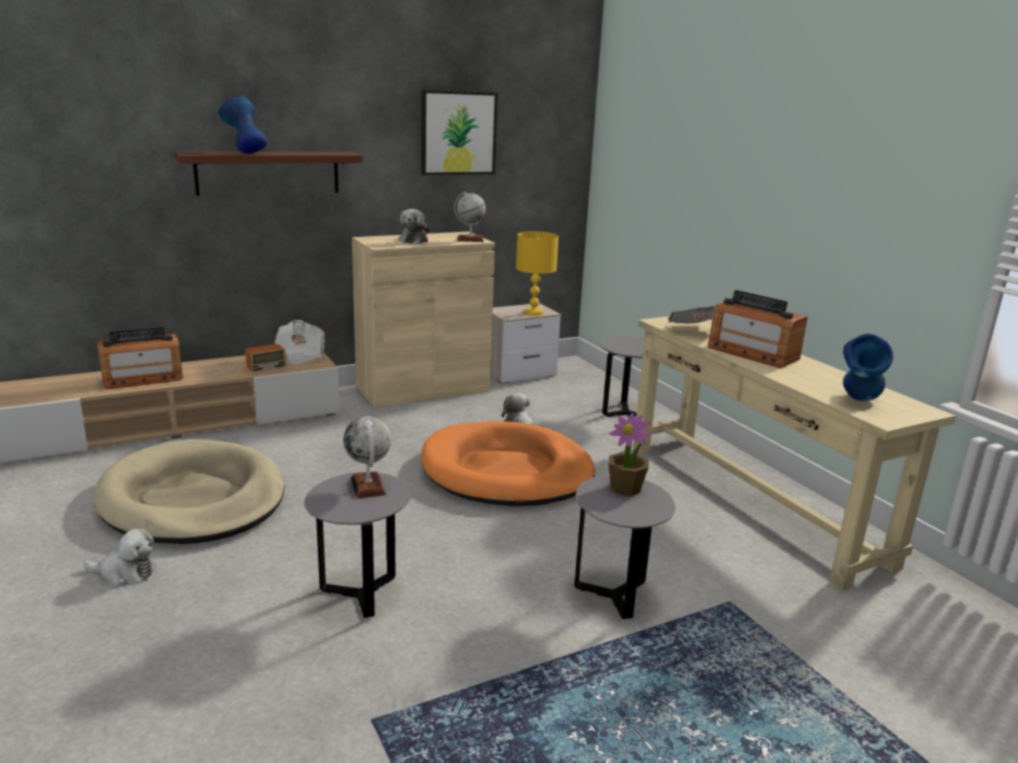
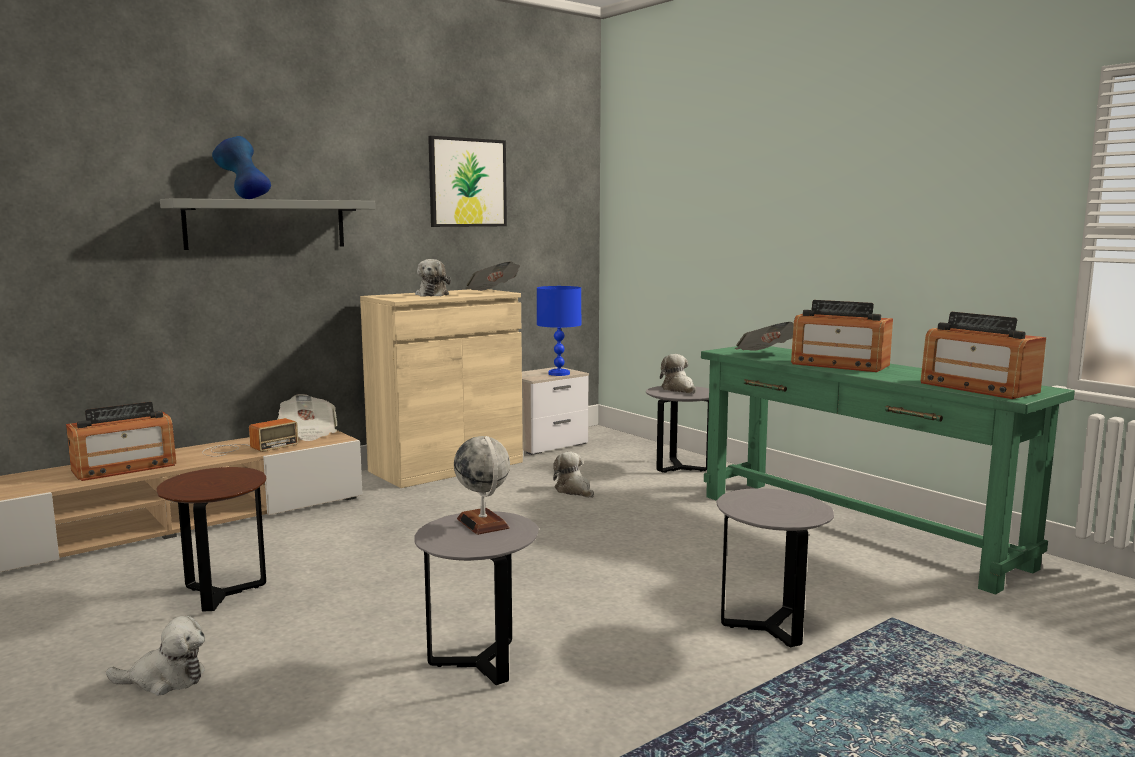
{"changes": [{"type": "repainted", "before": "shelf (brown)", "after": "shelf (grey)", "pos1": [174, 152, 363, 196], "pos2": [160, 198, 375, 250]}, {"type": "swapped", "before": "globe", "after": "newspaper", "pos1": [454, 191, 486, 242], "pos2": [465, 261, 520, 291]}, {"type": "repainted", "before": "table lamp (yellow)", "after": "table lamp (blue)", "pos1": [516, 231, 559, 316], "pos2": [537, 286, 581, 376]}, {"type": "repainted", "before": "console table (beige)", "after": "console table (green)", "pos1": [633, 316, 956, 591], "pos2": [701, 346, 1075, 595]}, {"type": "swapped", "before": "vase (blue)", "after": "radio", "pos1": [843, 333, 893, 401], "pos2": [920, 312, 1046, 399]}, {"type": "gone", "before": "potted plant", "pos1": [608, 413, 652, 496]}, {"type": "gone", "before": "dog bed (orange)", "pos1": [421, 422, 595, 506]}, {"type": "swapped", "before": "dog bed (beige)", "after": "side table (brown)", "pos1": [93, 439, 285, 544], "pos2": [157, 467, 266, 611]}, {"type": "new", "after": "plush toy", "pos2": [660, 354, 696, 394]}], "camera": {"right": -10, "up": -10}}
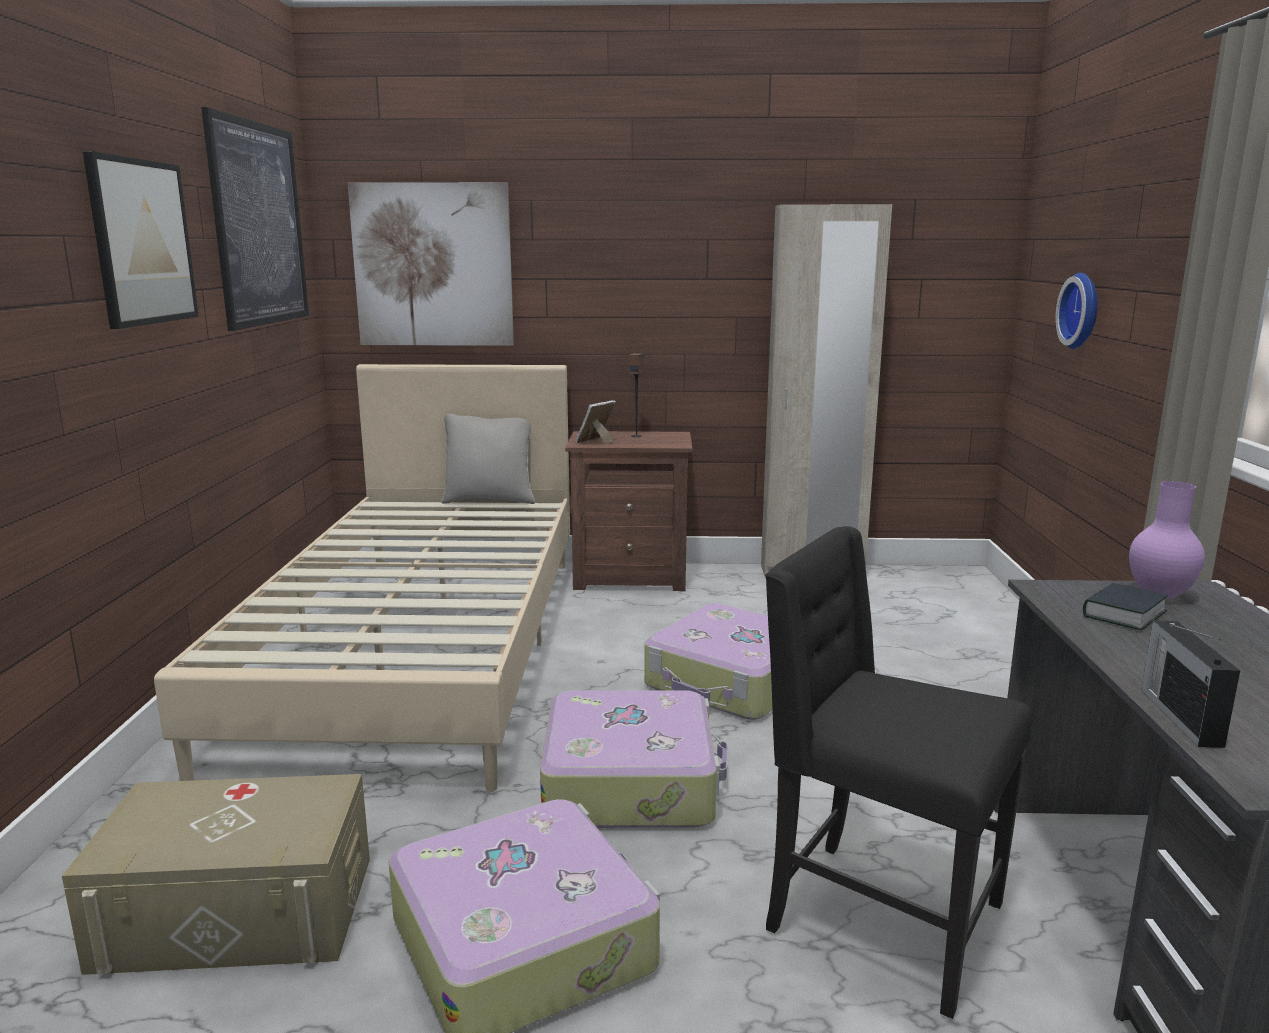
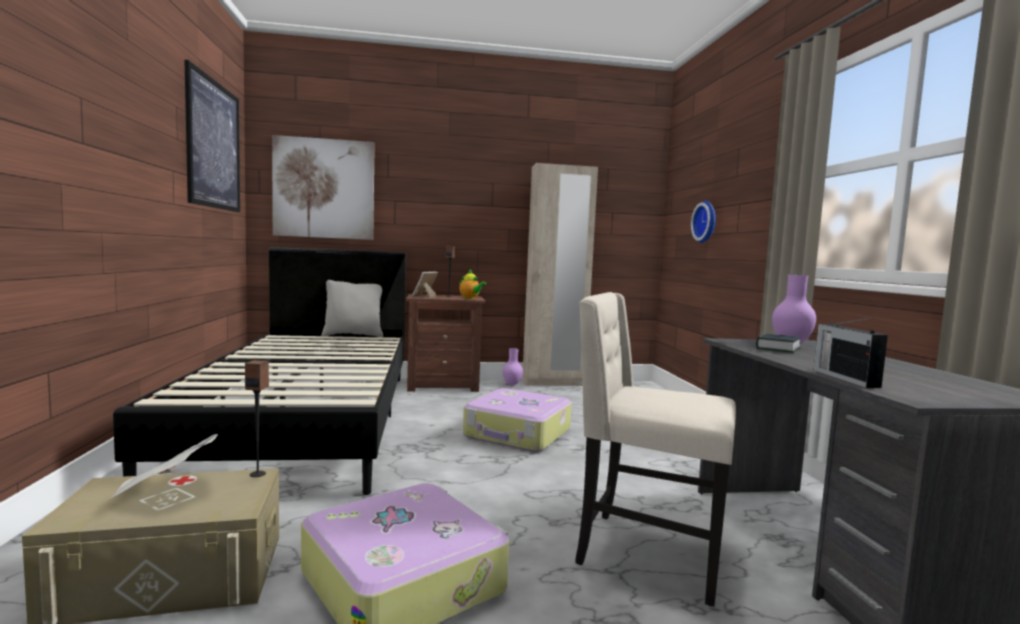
{"changes": [{"type": "gone", "before": "picture", "pos1": [83, 151, 199, 329]}, {"type": "repainted", "before": "bed (beige)", "after": "bed (black)", "pos1": [154, 364, 570, 792], "pos2": [113, 247, 406, 495]}, {"type": "repainted", "before": "chair (black)", "after": "chair (beige)", "pos1": [765, 526, 1032, 1019], "pos2": [575, 292, 736, 607]}, {"type": "gone", "before": "suitcase", "pos1": [540, 690, 727, 828]}, {"type": "new", "after": "teapot", "pos2": [459, 269, 486, 299]}, {"type": "new", "after": "vase (purple)", "pos2": [503, 348, 523, 385]}, {"type": "new", "after": "speaker", "pos2": [245, 360, 269, 477]}, {"type": "new", "after": "newspaper", "pos2": [106, 434, 218, 501]}], "camera": {"right": -10, "up": -10}}
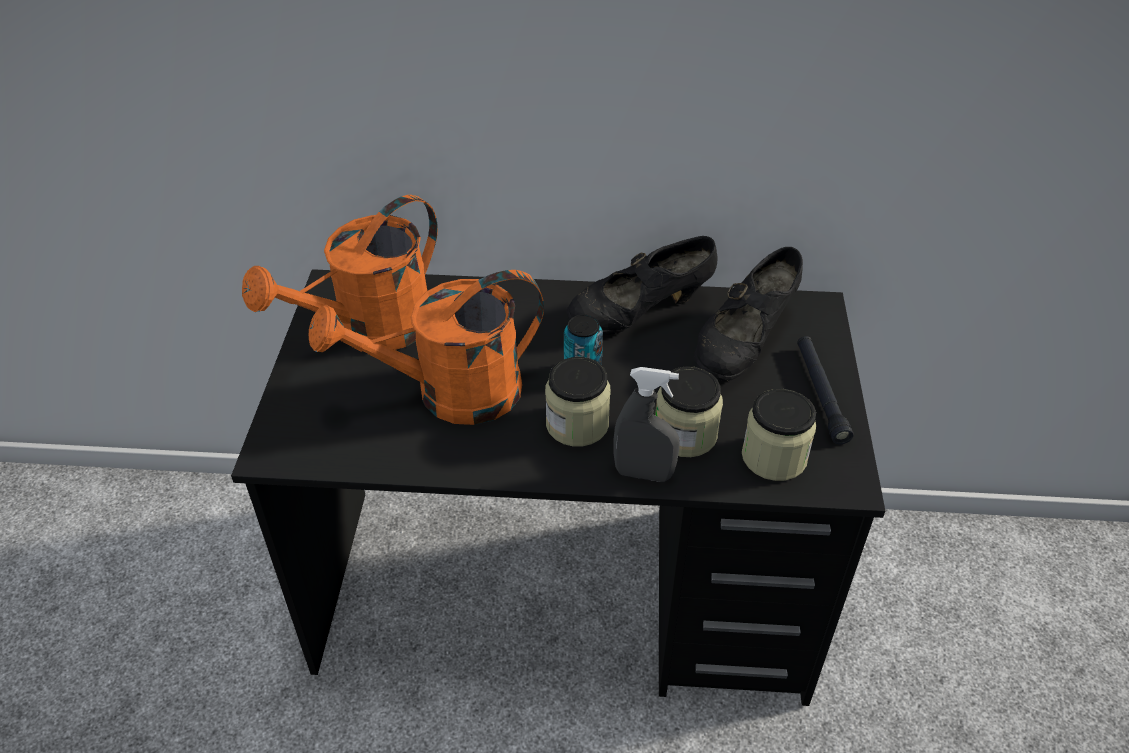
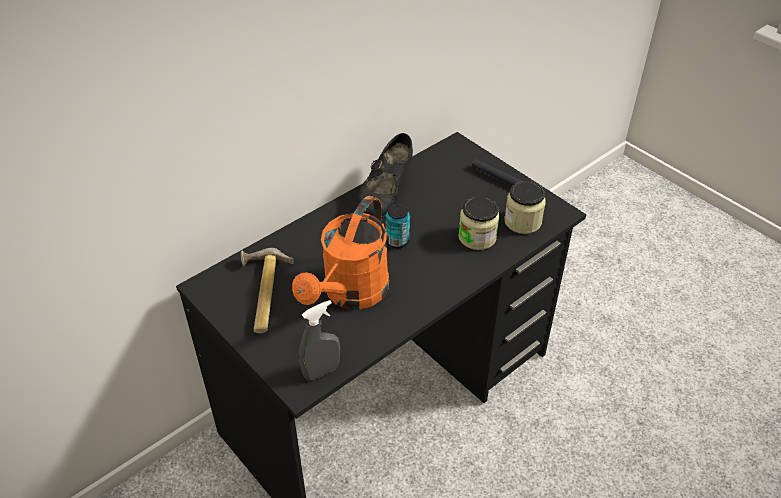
{"changes": [{"type": "swapped", "before": "watering can (orange)", "after": "hammer", "pos1": [242, 195, 438, 350], "pos2": [241, 248, 294, 334]}, {"type": "gone", "before": "shoe (black)", "pos1": [694, 247, 803, 381]}, {"type": "gone", "before": "jar", "pos1": [545, 357, 611, 446]}, {"type": "shifted", "before": "spray bottle (grey)", "pos1": [613, 367, 680, 482], "pos2": [299, 300, 340, 381]}], "camera": {"right": -45, "up": 0}}
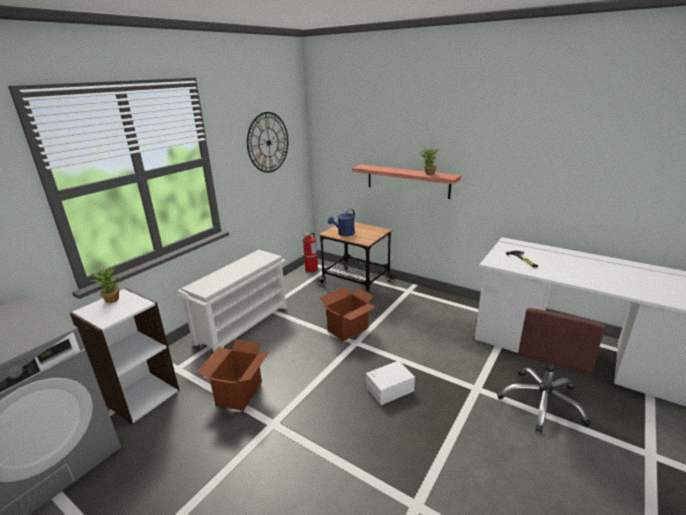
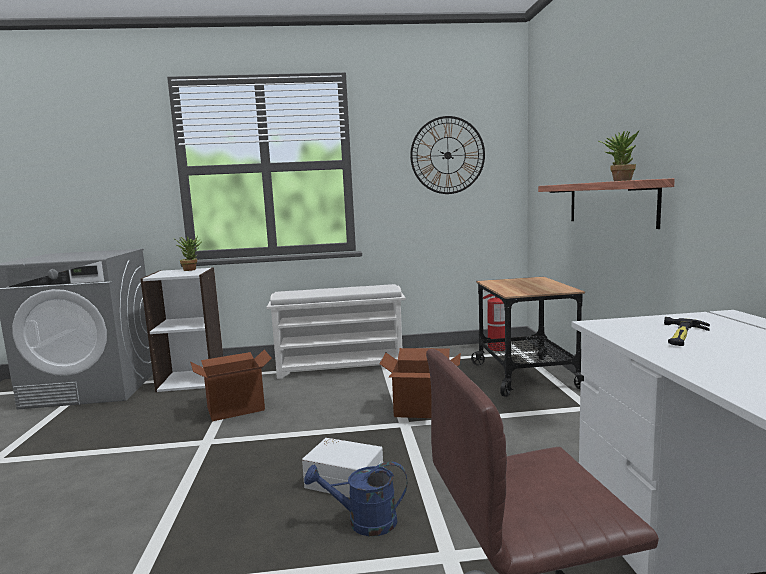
{"changes": [{"type": "shifted", "before": "watering can (blue)", "pos1": [328, 209, 355, 236], "pos2": [304, 462, 407, 536]}], "camera": {"right": 50, "up": -15}}
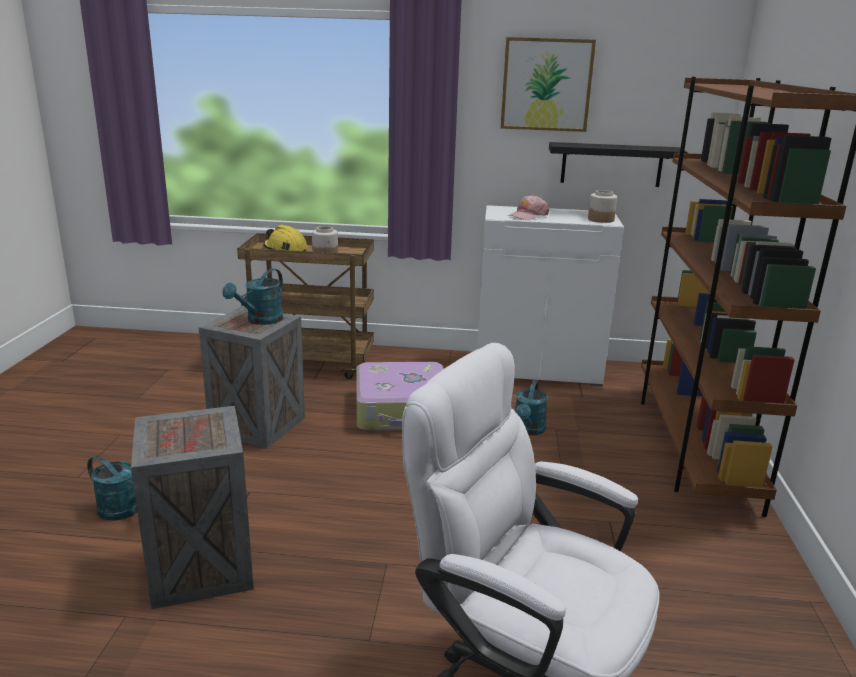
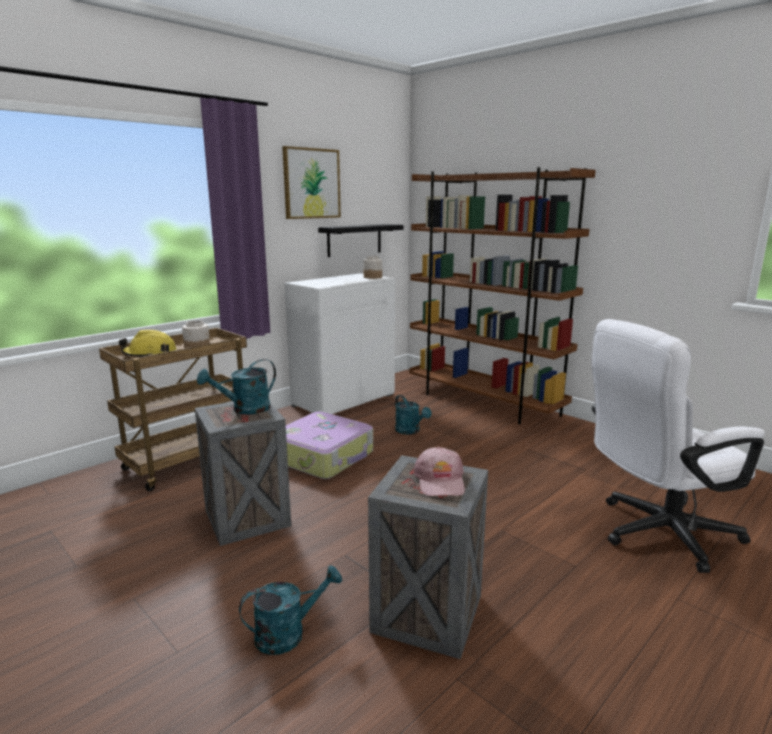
{"changes": [{"type": "shifted", "before": "cap (pink)", "pos1": [508, 195, 549, 220], "pos2": [414, 446, 465, 496]}, {"type": "rotated", "before": "watering can (turquoise)", "pos1": [223, 269, 283, 325], "pos2": [197, 359, 276, 415], "turn": 75}], "camera": {"right": -50, "up": -5}}
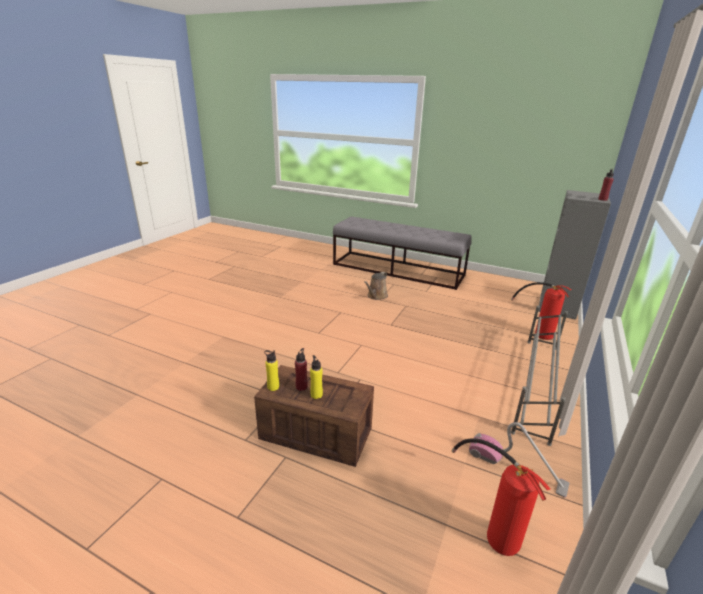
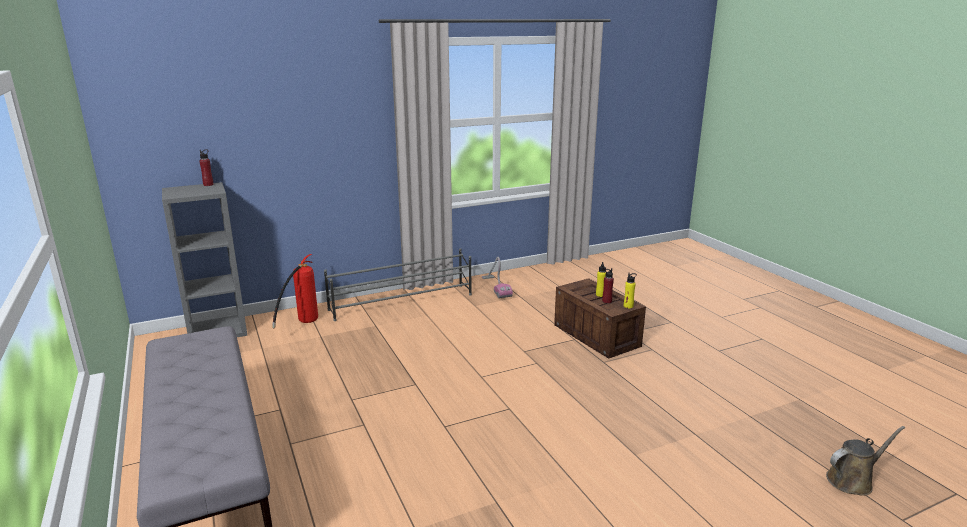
{"changes": [{"type": "shifted", "before": "watering can (brown)", "pos1": [364, 272, 388, 300], "pos2": [826, 426, 905, 496]}, {"type": "gone", "before": "fire extinguisher", "pos1": [452, 438, 551, 556]}], "camera": {"right": -140, "up": -5}}
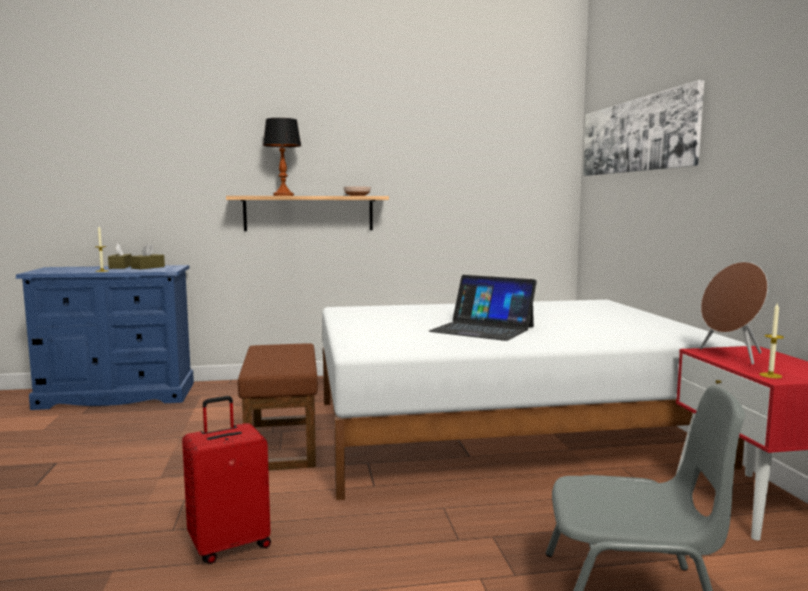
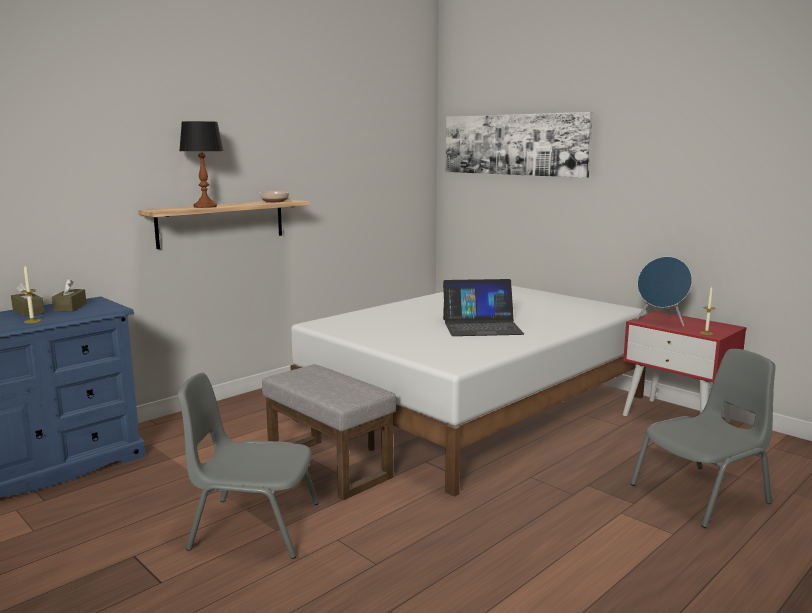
{"changes": [{"type": "repainted", "before": "speaker (brown)", "after": "speaker (blue)", "pos1": [700, 262, 768, 365], "pos2": [636, 257, 692, 327]}, {"type": "repainted", "before": "ottoman (brown)", "after": "ottoman (grey)", "pos1": [238, 343, 318, 471], "pos2": [262, 364, 396, 500]}, {"type": "gone", "before": "suitcase (red)", "pos1": [182, 396, 271, 564]}, {"type": "new", "after": "chair (grey)", "pos2": [178, 373, 319, 559]}], "camera": {"right": -35, "up": 5}}
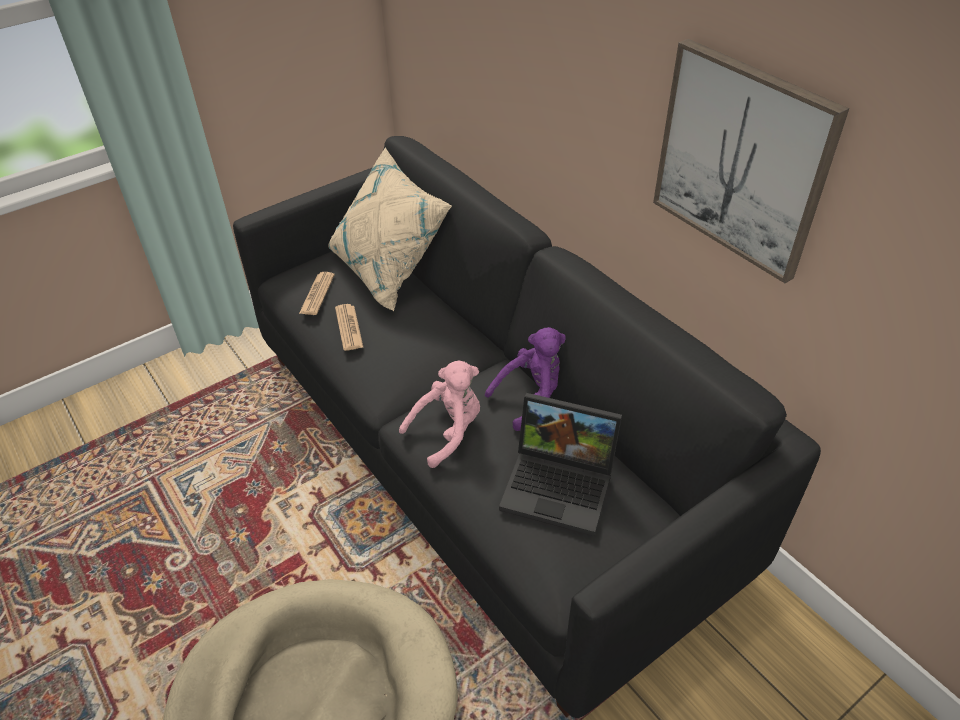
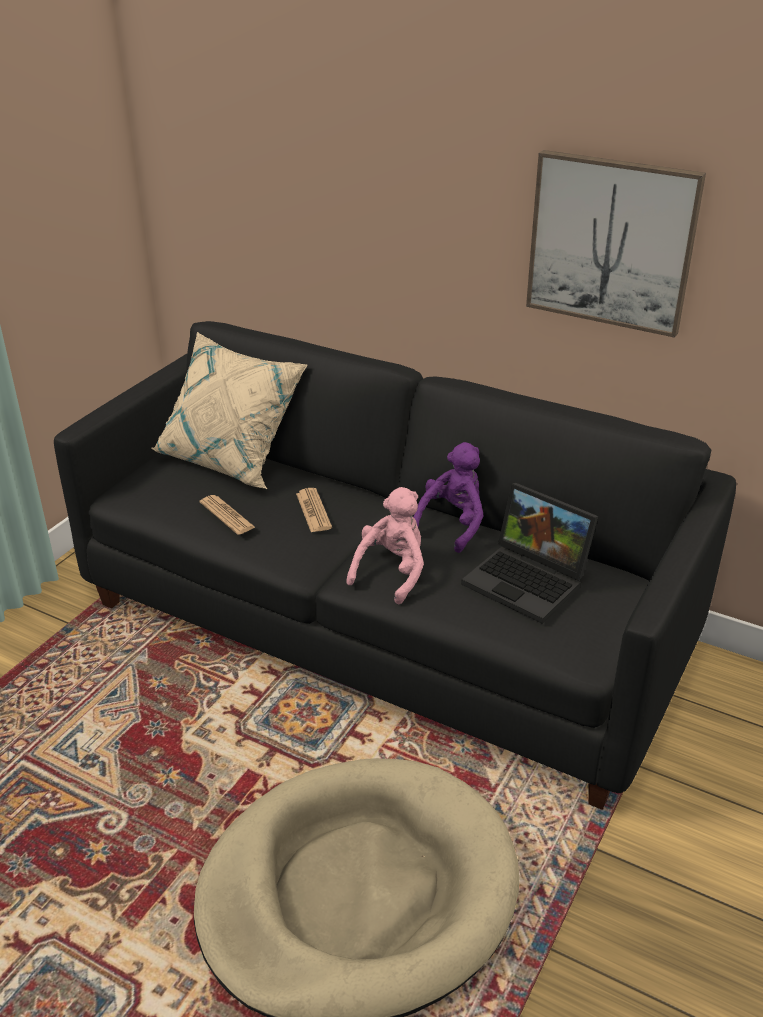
{"changes": [{"type": "shifted", "before": "newspaper", "pos1": [299, 272, 335, 315], "pos2": [296, 488, 332, 532]}, {"type": "rotated", "before": "laptop", "pos1": [499, 393, 622, 536], "pos2": [461, 483, 598, 624], "turn": 45}], "camera": {"right": -25, "up": -10}}
